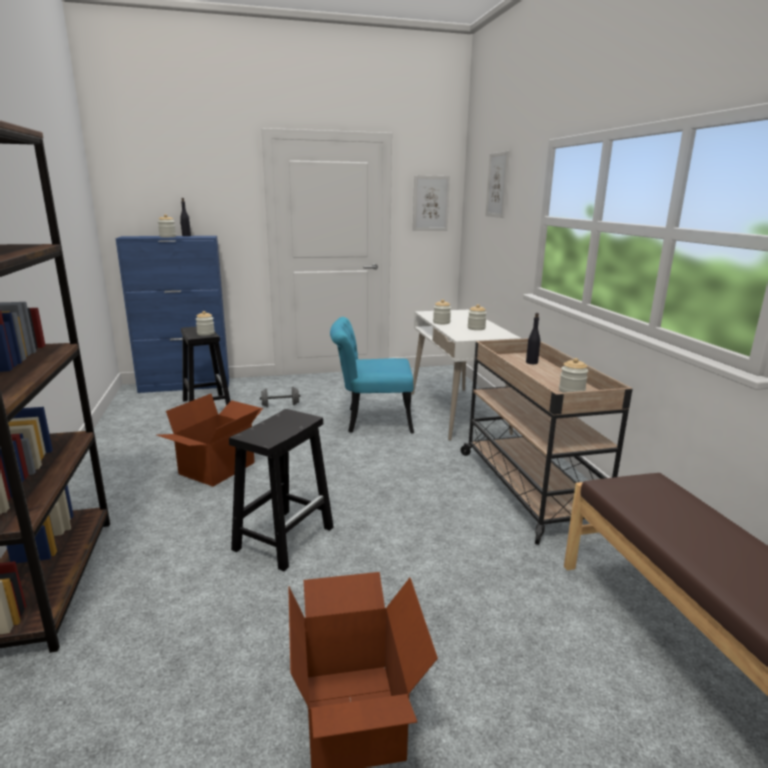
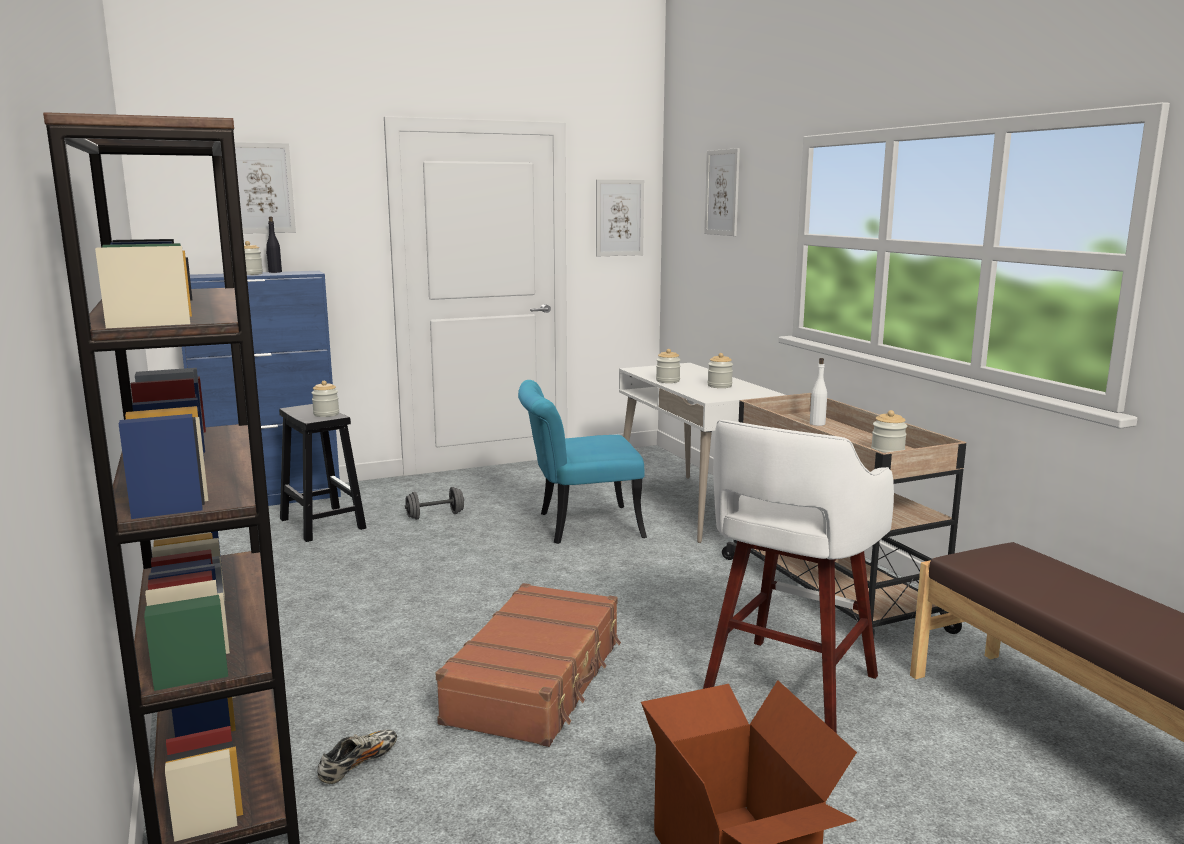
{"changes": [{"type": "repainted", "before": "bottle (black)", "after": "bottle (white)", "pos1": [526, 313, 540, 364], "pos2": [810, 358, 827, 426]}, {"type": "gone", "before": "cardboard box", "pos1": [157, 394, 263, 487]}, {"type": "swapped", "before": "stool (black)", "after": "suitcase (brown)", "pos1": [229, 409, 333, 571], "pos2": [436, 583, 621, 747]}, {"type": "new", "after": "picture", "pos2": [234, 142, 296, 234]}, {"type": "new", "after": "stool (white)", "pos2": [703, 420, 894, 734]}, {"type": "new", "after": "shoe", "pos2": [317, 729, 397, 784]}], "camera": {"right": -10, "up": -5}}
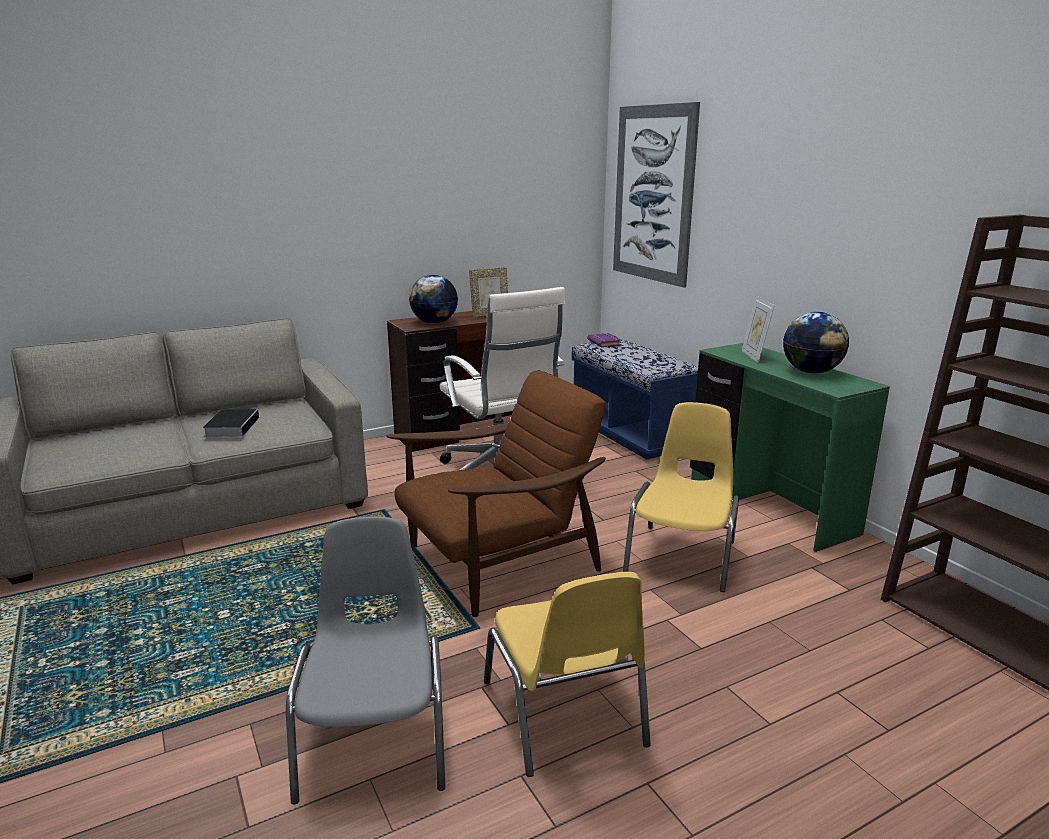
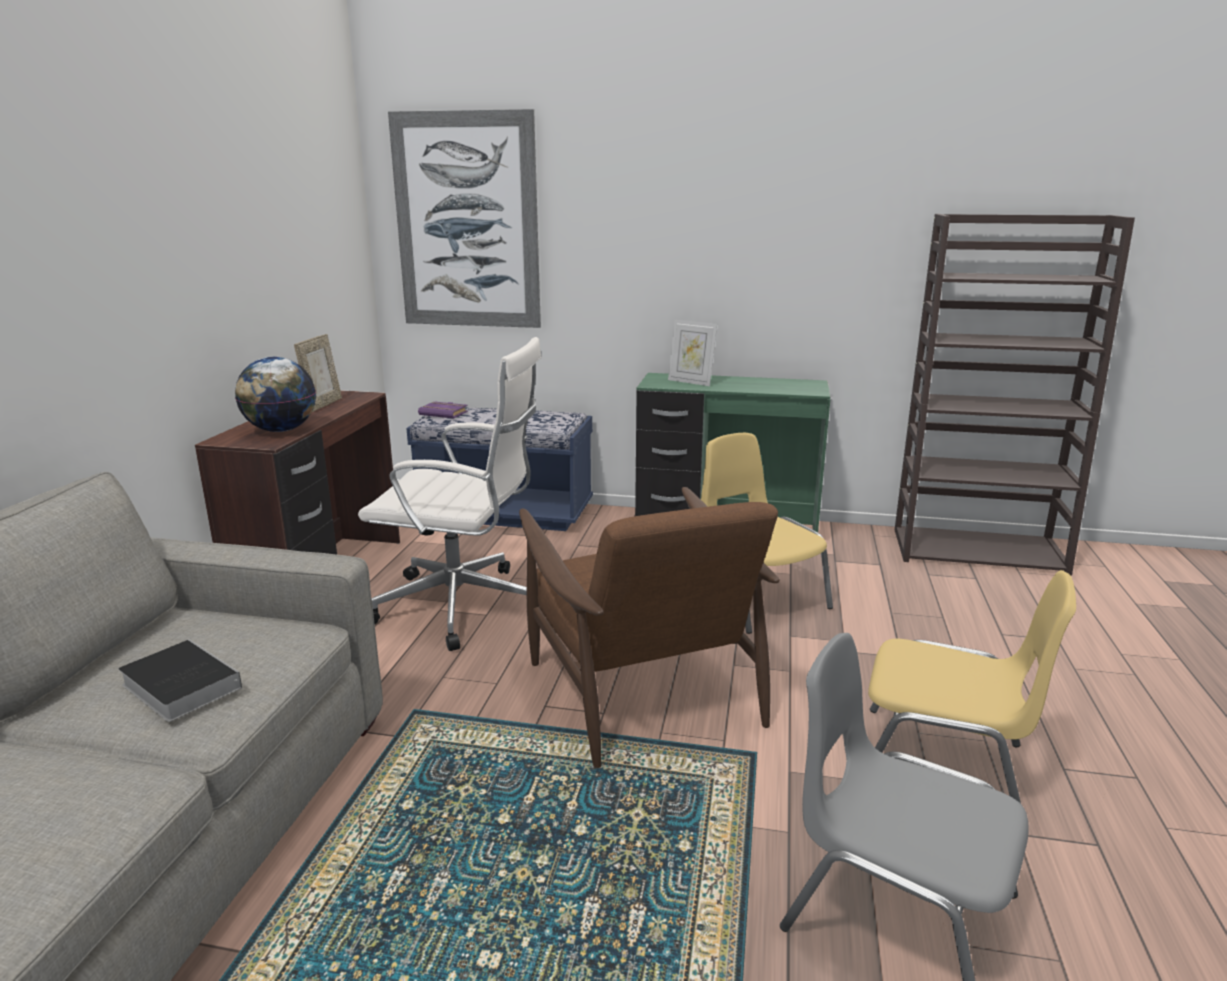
{"changes": [{"type": "gone", "before": "globe", "pos1": [783, 312, 849, 373]}, {"type": "rotated", "before": "armchair (brown)", "pos1": [386, 370, 606, 617], "pos2": [519, 487, 780, 768], "turn": 150}], "camera": {"right": -50, "up": 0}}
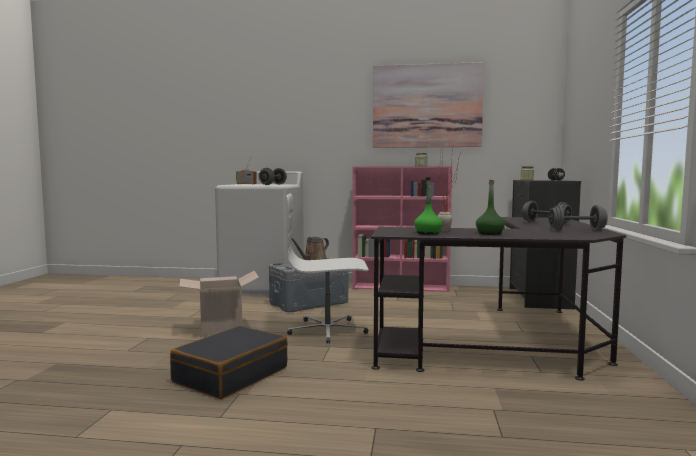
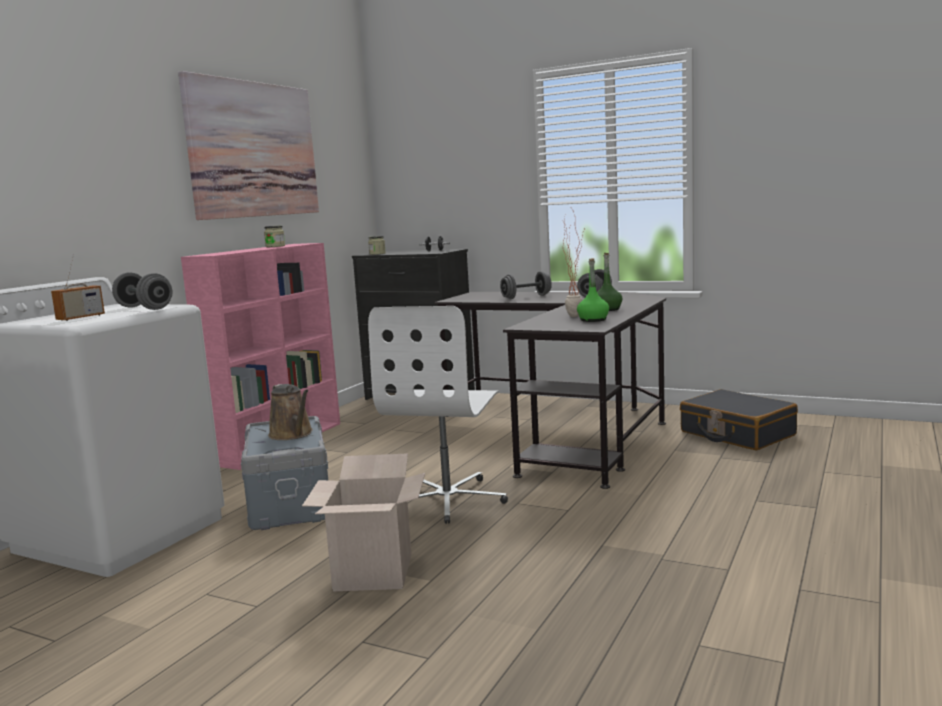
{"changes": [{"type": "shifted", "before": "suitcase (black)", "pos1": [170, 326, 288, 399], "pos2": [680, 389, 798, 451]}], "camera": {"right": -70, "up": 5}}
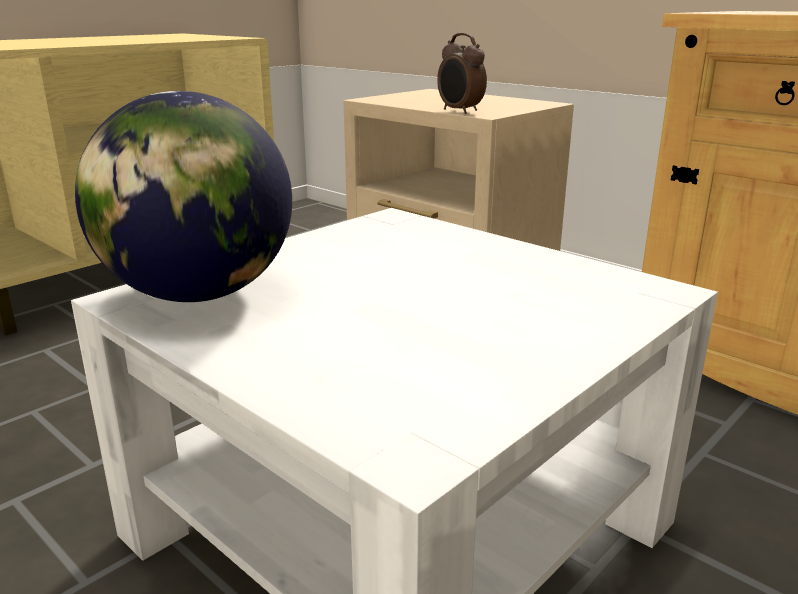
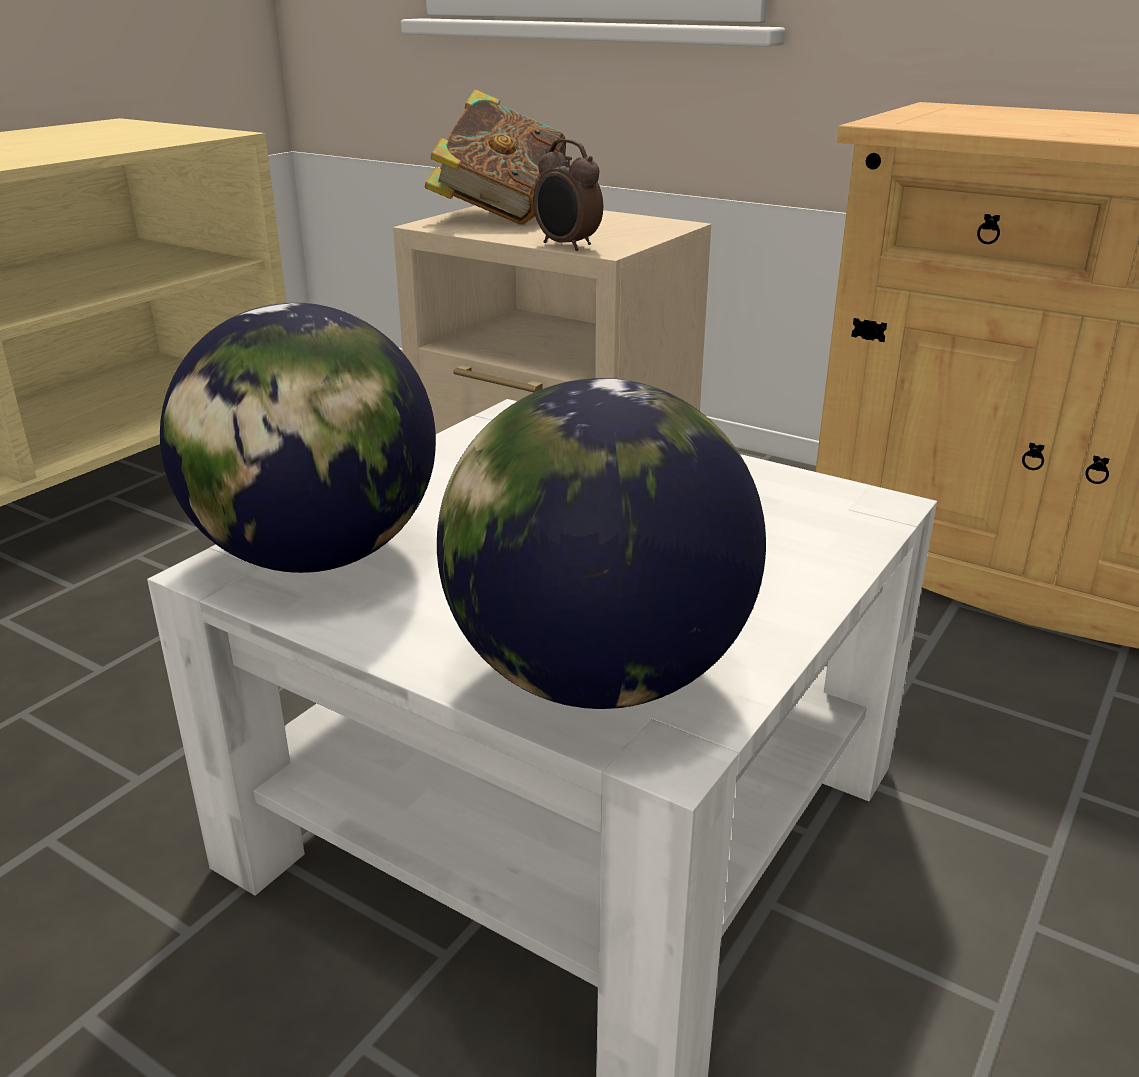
{"changes": [{"type": "new", "after": "book", "pos2": [425, 89, 566, 225]}, {"type": "new", "after": "globe", "pos2": [437, 378, 766, 709]}], "camera": {"right": -10, "up": 5}}
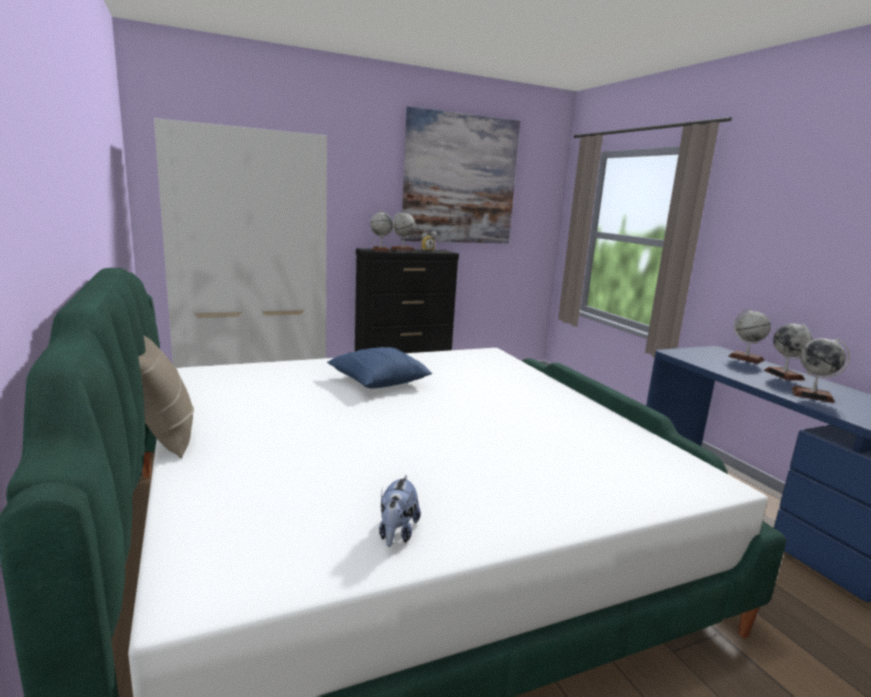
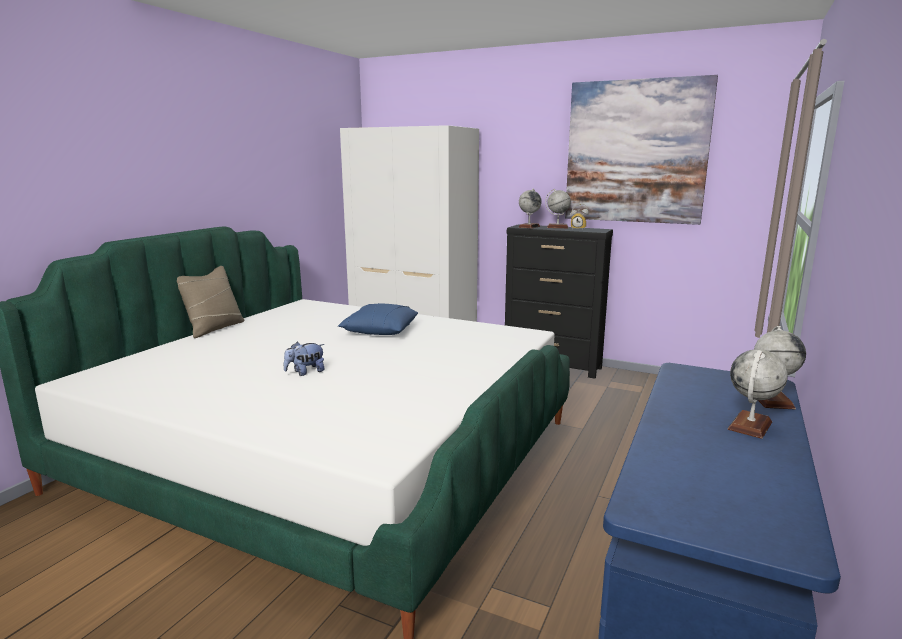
{"changes": [{"type": "gone", "before": "globe", "pos1": [792, 338, 850, 403]}, {"type": "shifted", "before": "plush toy", "pos1": [379, 475, 421, 547], "pos2": [284, 342, 325, 376]}], "camera": {"right": 50, "up": 0}}
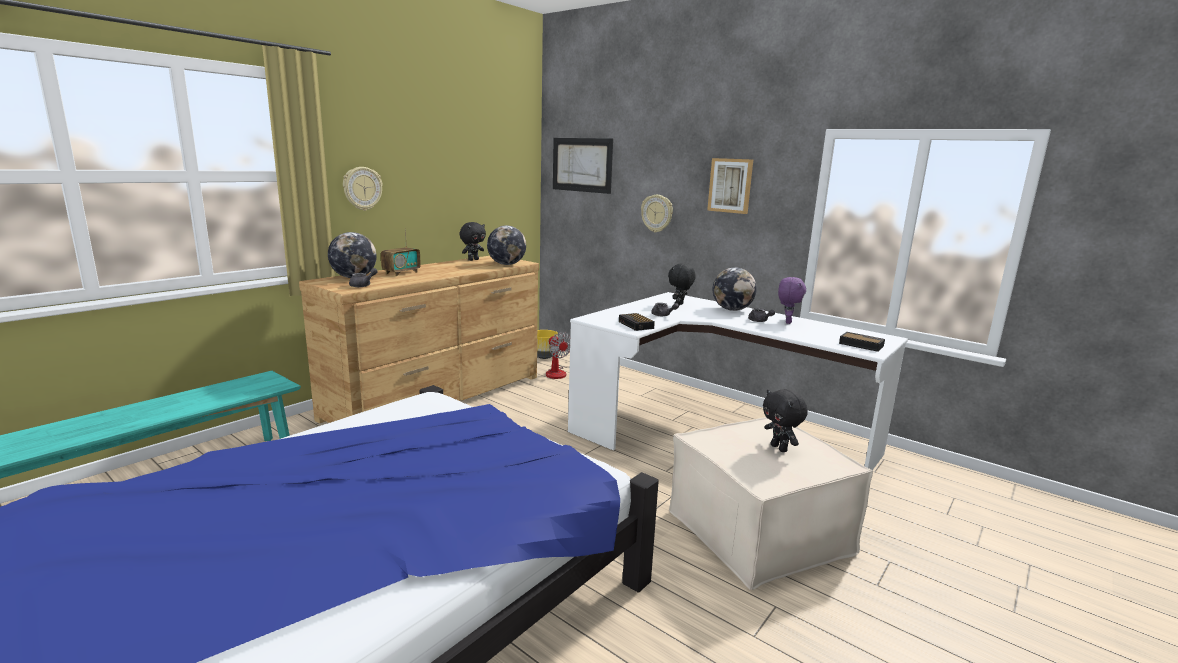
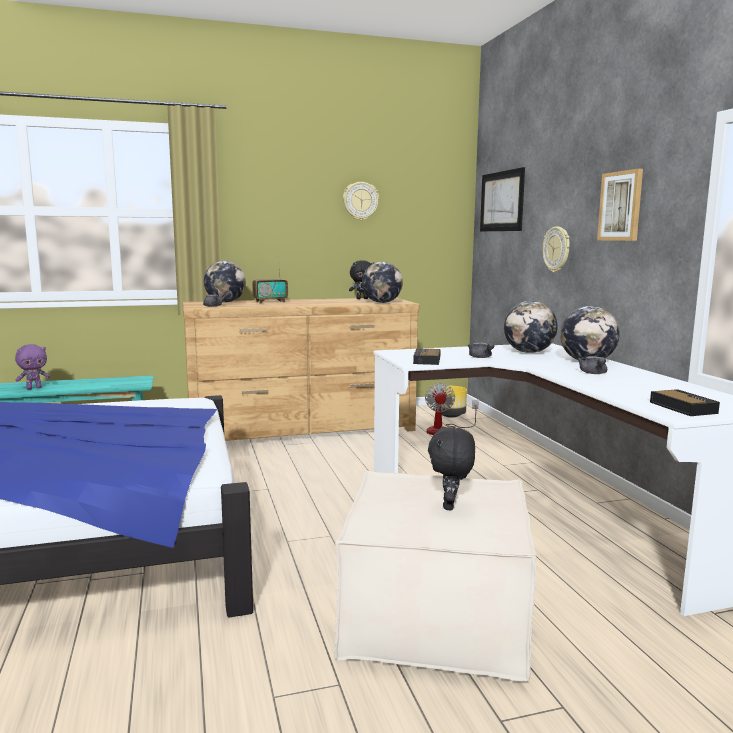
{"changes": [{"type": "shifted", "before": "wall clock", "pos1": [343, 167, 383, 211], "pos2": [343, 182, 379, 220]}, {"type": "swapped", "before": "plush toy (black)", "after": "globe", "pos1": [668, 264, 696, 306], "pos2": [504, 301, 558, 353]}, {"type": "shifted", "before": "plush toy (purple)", "pos1": [778, 277, 806, 324], "pos2": [15, 344, 50, 389]}], "camera": {"right": 35, "up": -5}}
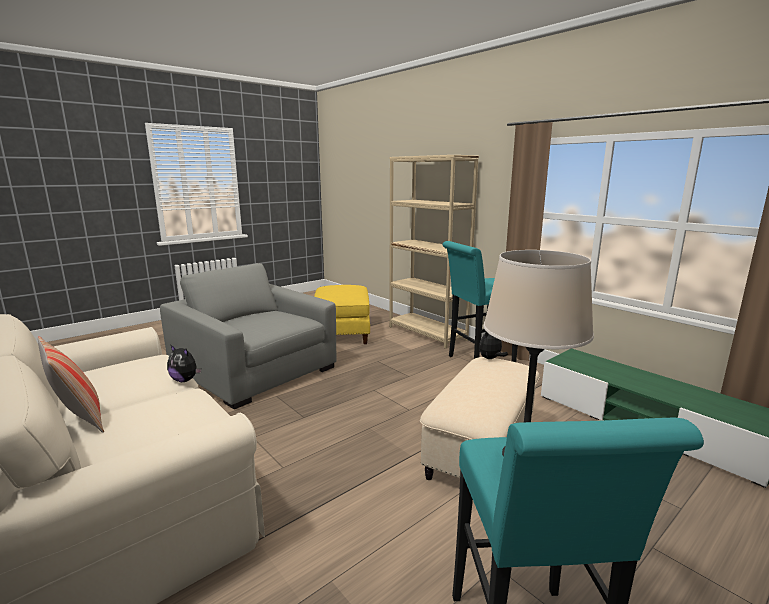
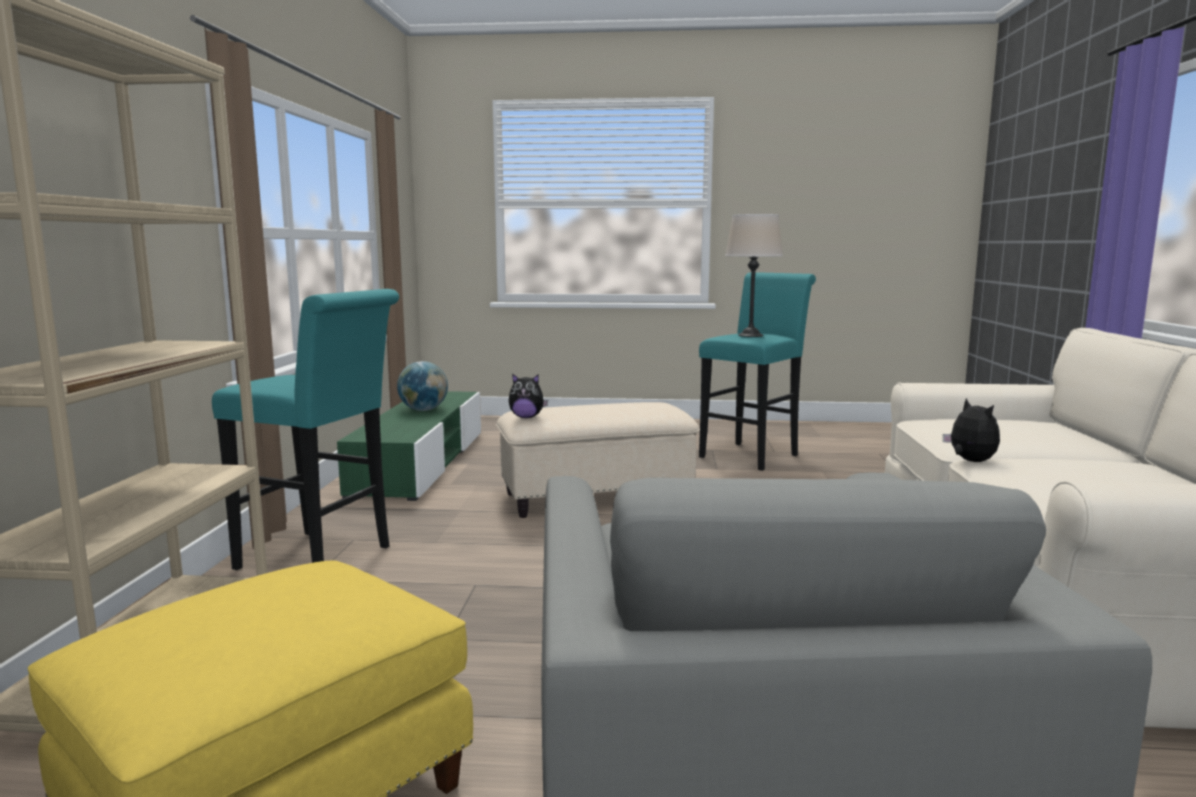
{"changes": [{"type": "gone", "before": "pillow", "pos1": [38, 336, 104, 433]}, {"type": "new", "after": "globe", "pos2": [397, 361, 448, 411]}], "camera": {"right": -135, "up": -5}}
